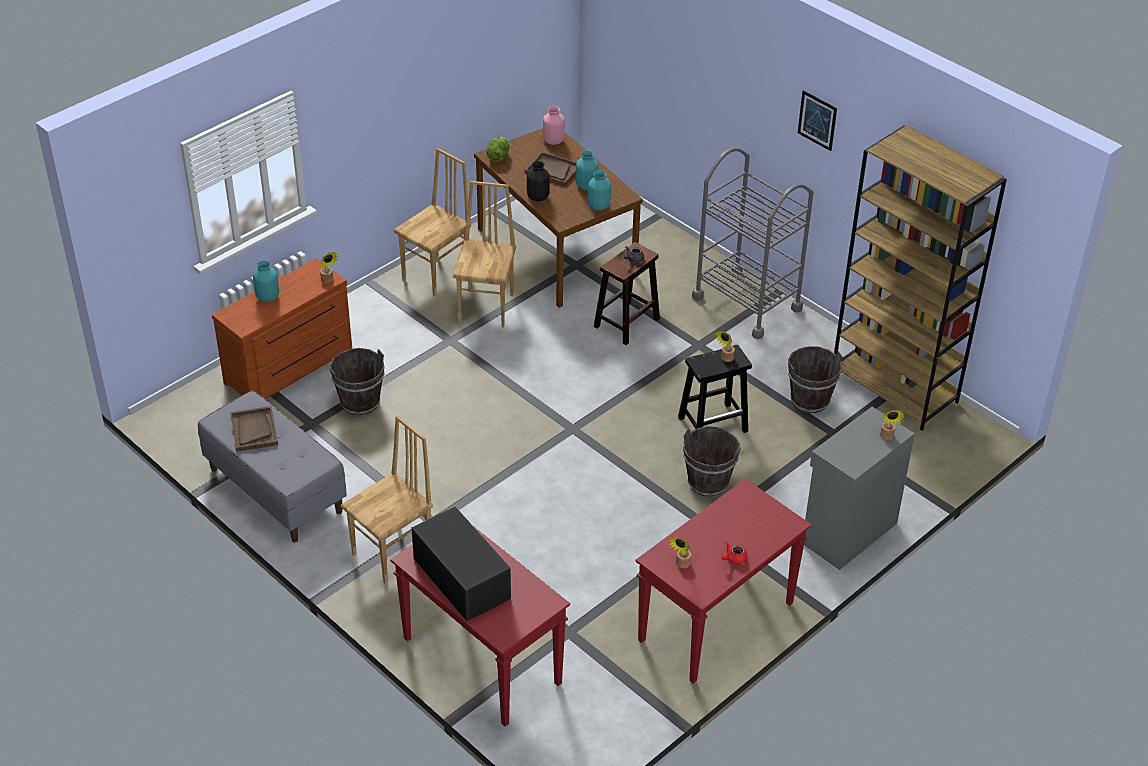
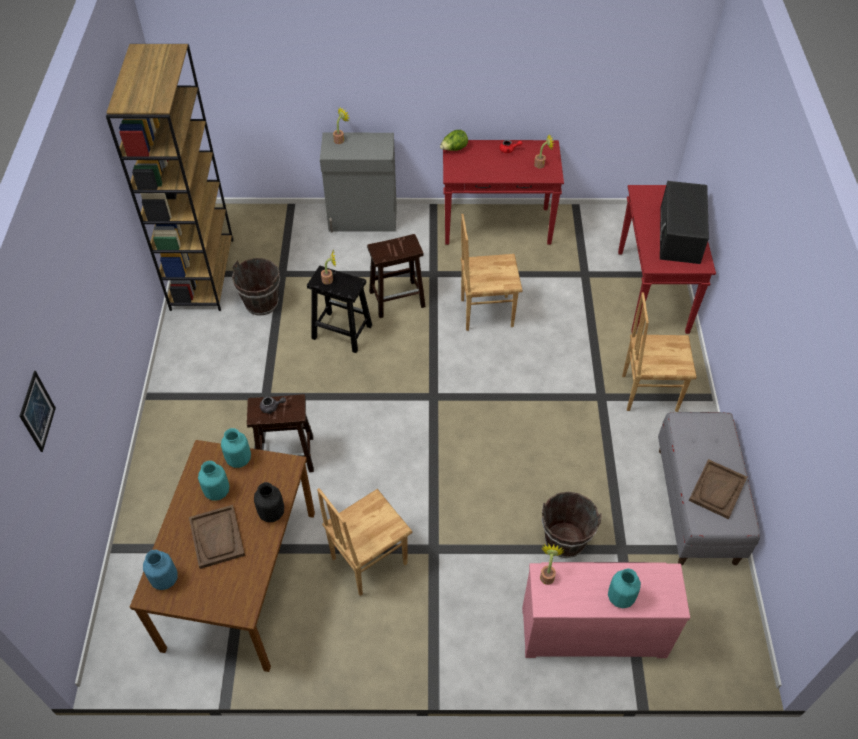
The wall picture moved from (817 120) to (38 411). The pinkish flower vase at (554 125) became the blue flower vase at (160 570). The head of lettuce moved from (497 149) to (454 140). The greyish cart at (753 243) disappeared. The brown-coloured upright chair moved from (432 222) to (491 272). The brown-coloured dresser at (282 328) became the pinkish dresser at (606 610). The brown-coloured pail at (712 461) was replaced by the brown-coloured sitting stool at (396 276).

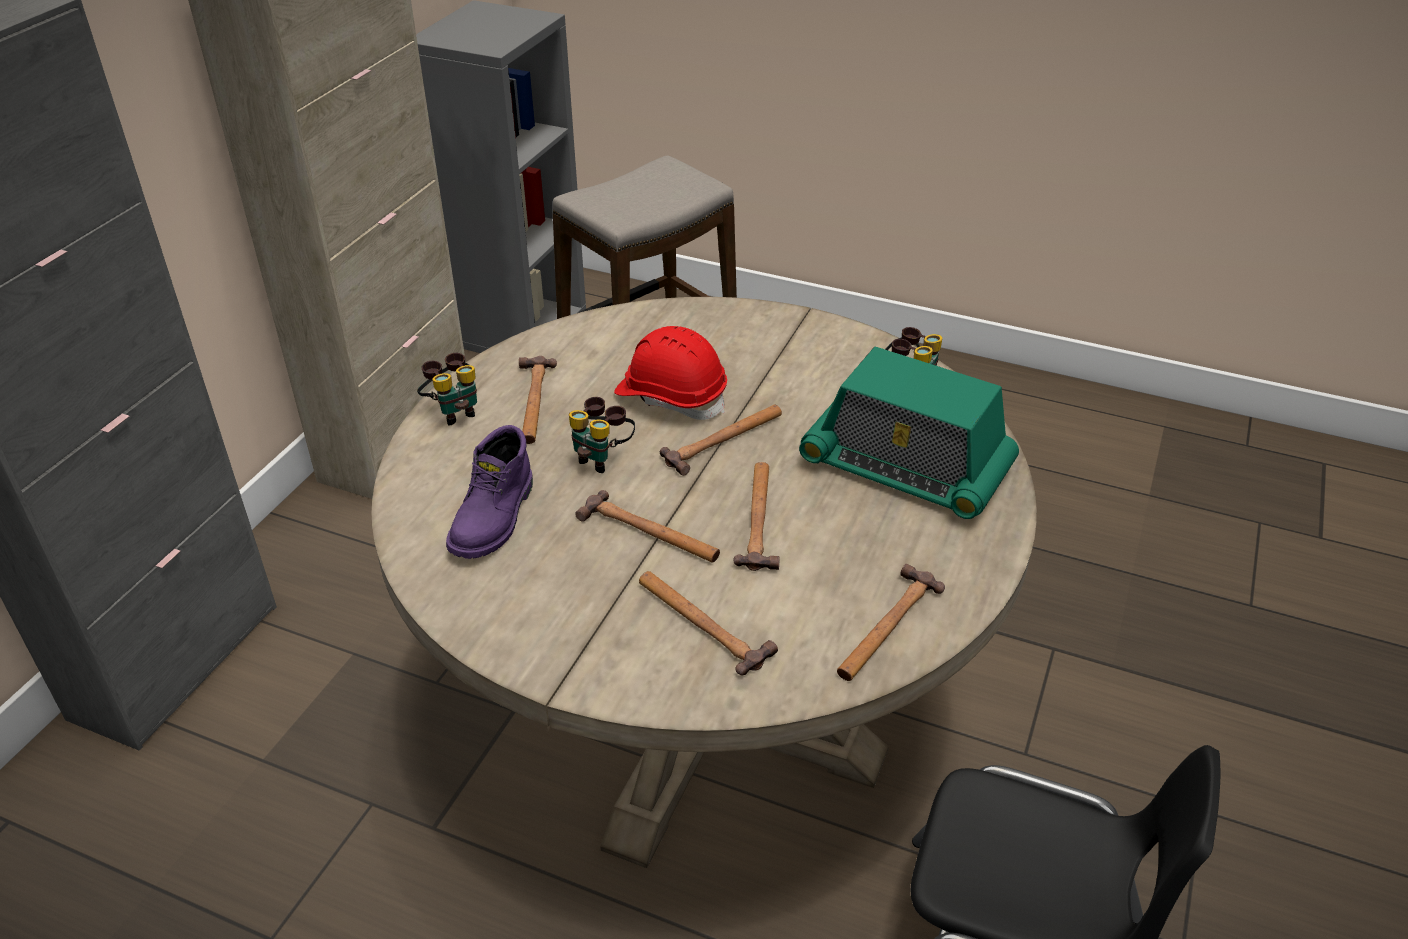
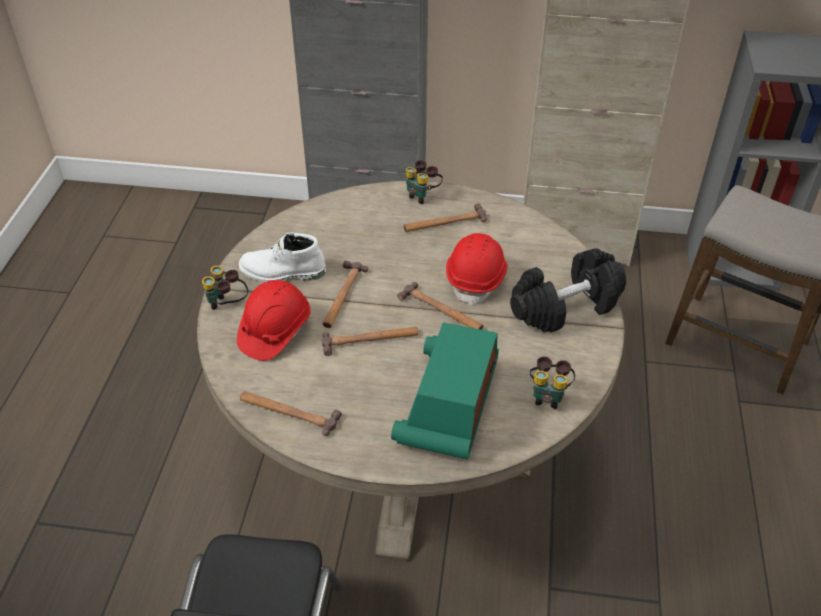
The field glasses moved from (602 435) to (225 287). The purplish tall boot at (489 492) disappeared. The tool hammer at (708 623) was replaced by the reddish work helmet at (274 320). The white-coloured tall boot at (282 257) appeared. The black-coloured free weight at (568 290) appeared.

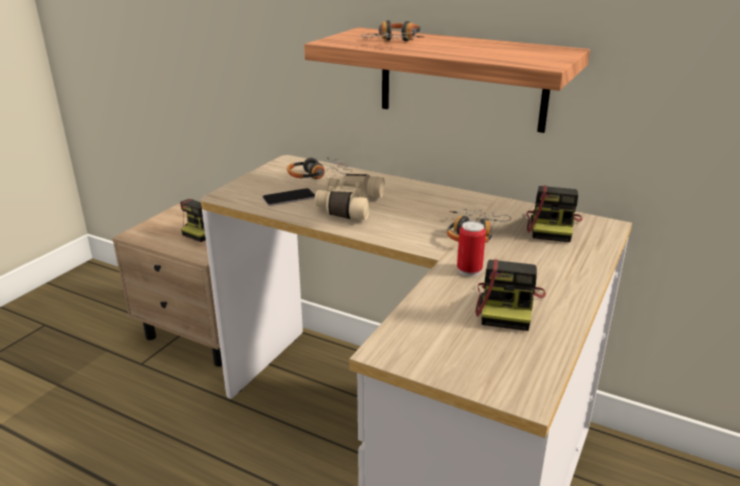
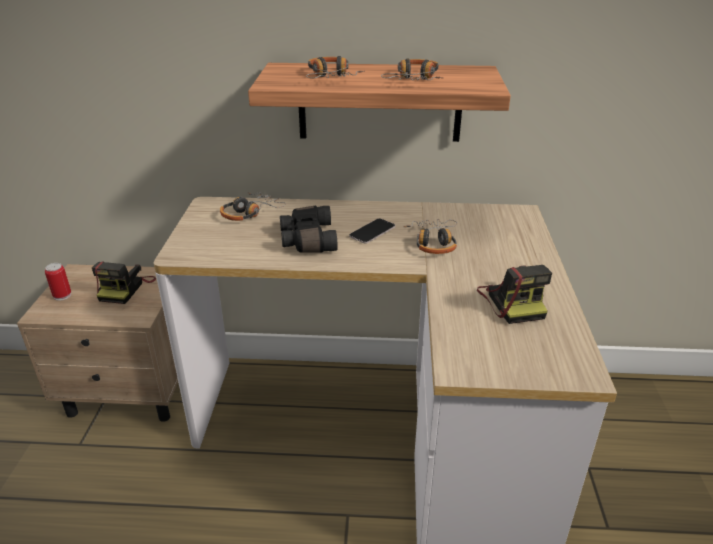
The beige-coloured field glasses at (350 197) became the black-coloured field glasses at (309 229). The still camera at (554 214) disappeared. The phone moved from (288 197) to (372 231). The metal can moved from (471 249) to (58 282). The headset at (412 69) appeared.

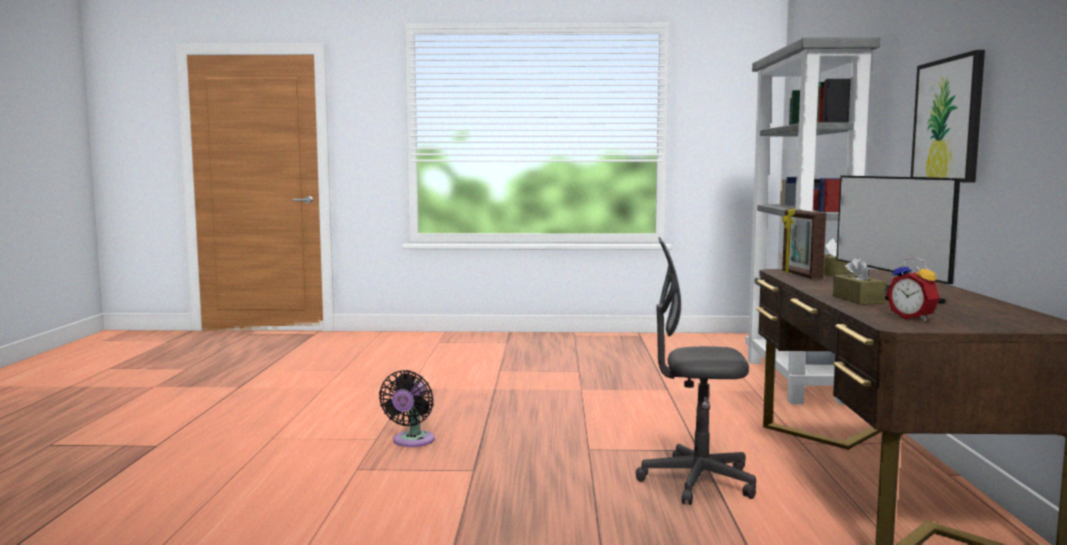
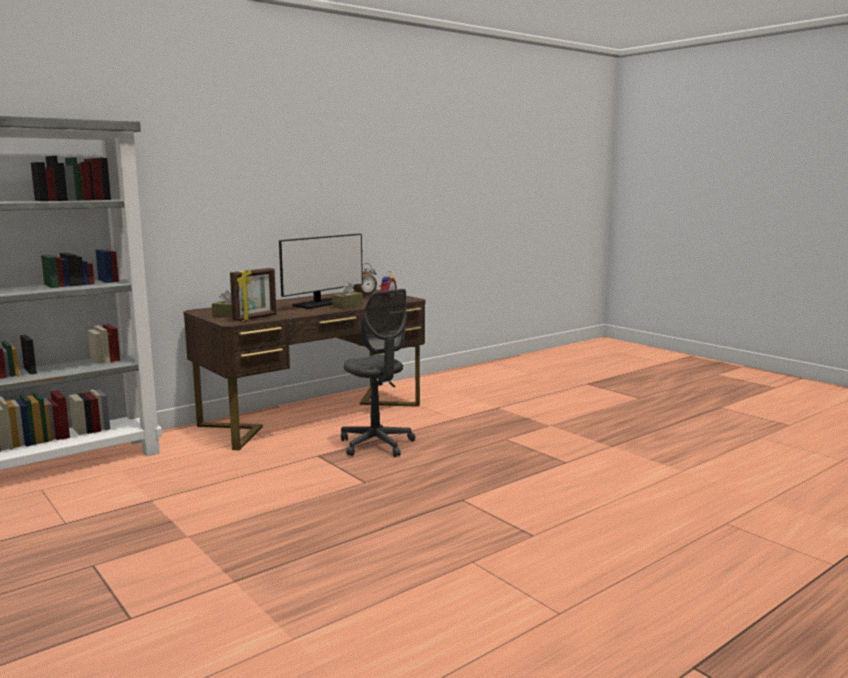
The wall picture at (948 116) disappeared. The black-coloured fan at (407 408) disappeared. The bedside clock at (365 279) appeared.

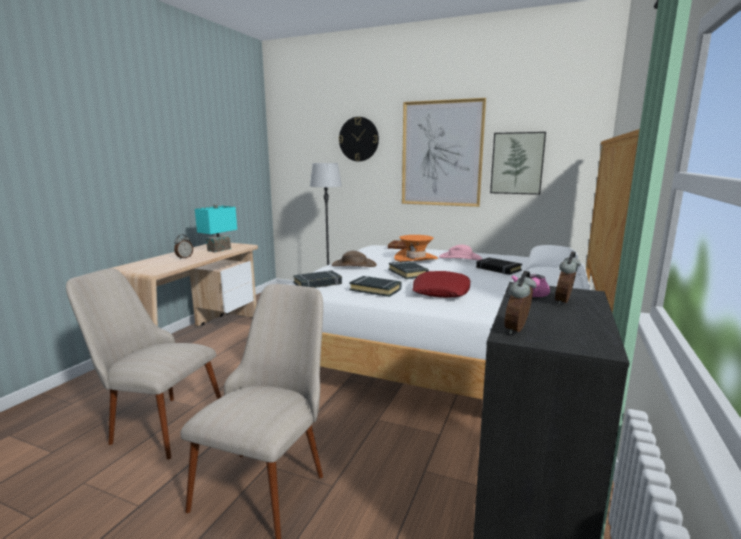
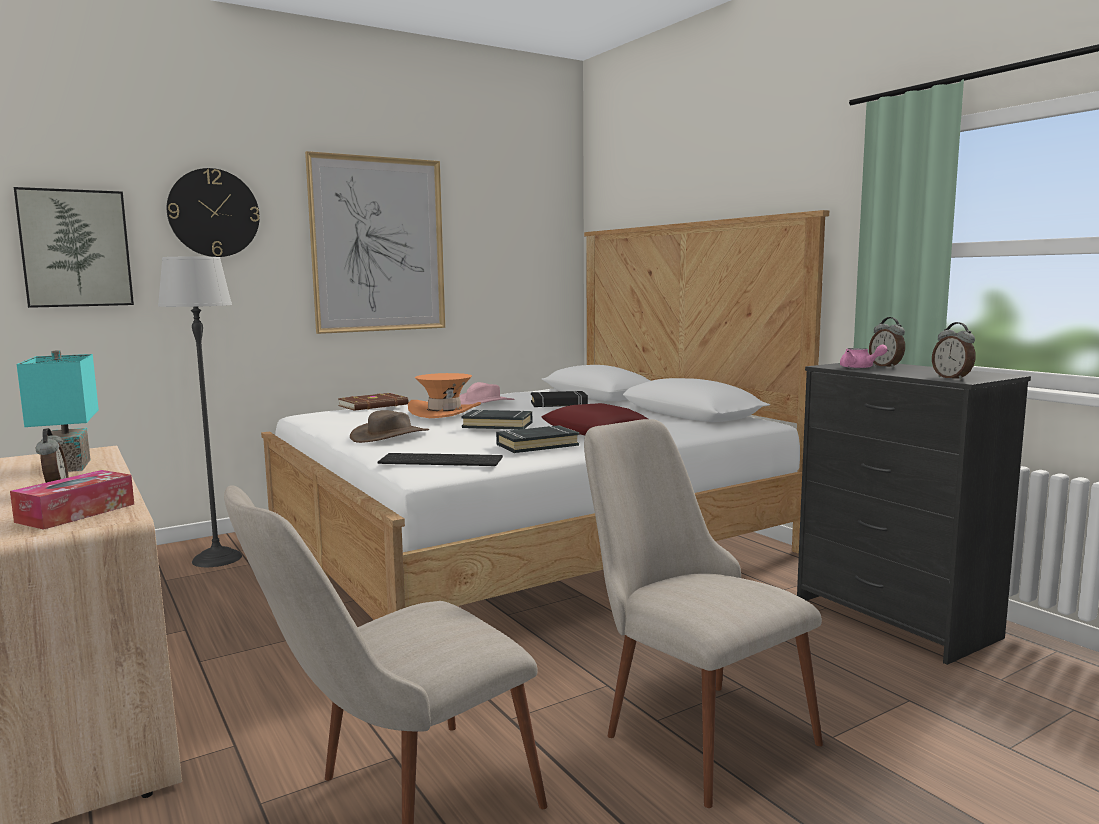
The wall picture moved from (518 163) to (74 247). The black-coloured book at (317 279) was replaced by the keyboard at (440 459). The tissue box at (72 500) appeared.

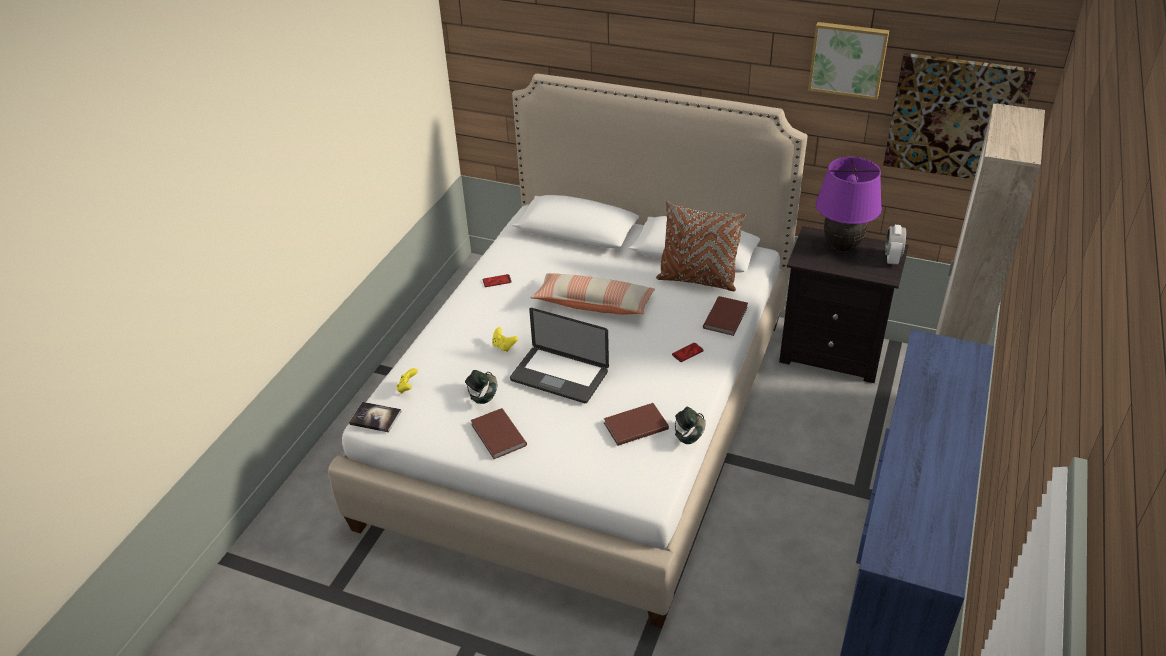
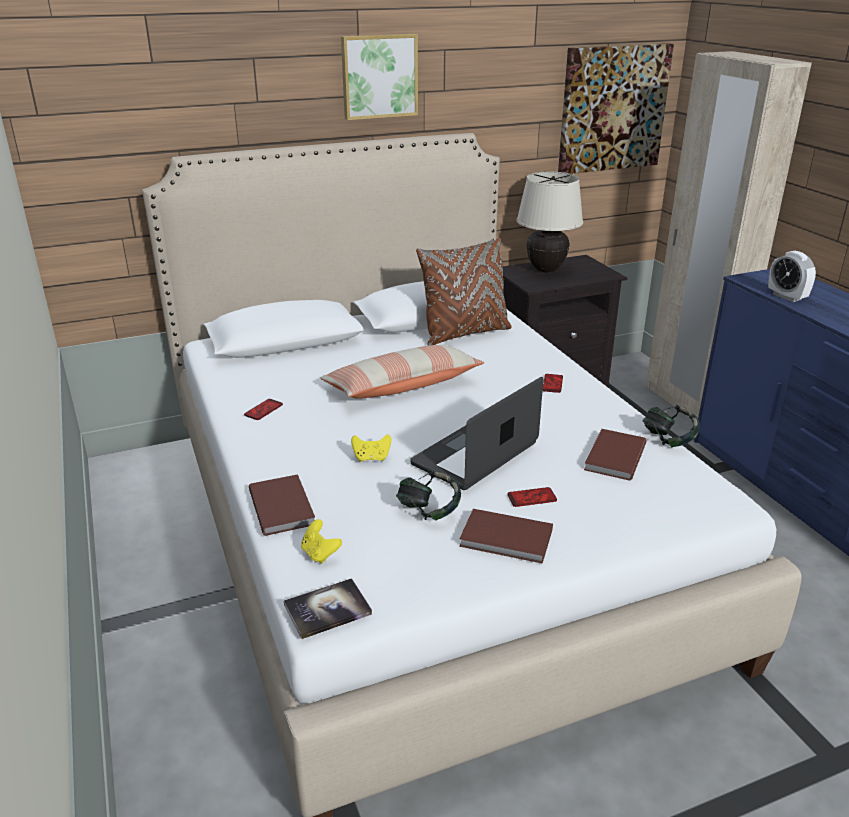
The wall picture moved from (848 61) to (379 77). The purplish lamp for a table at (849 204) became the beige-coloured lamp for a table at (549 222). The bedside clock moved from (895 245) to (792 276). The brown-coloured book moved from (725 316) to (282 505). The laptop at (559 355) turned 150 degrees clockwise. The phone at (532 497) appeared.

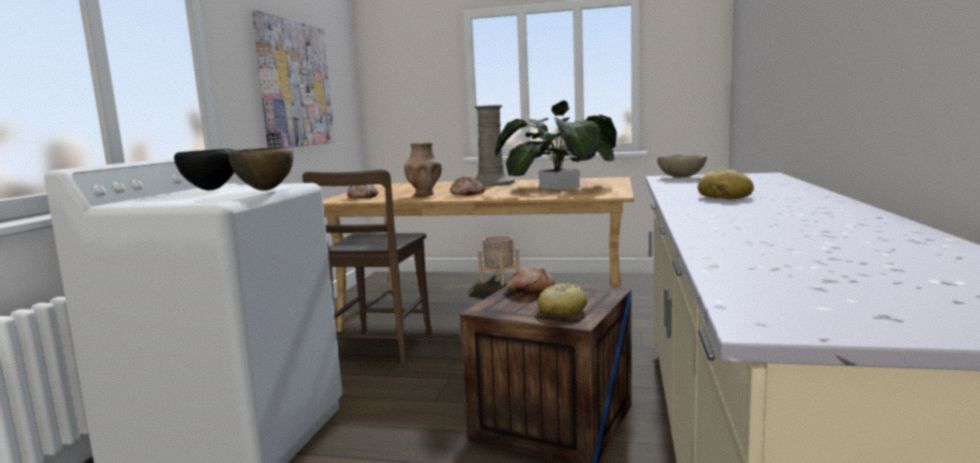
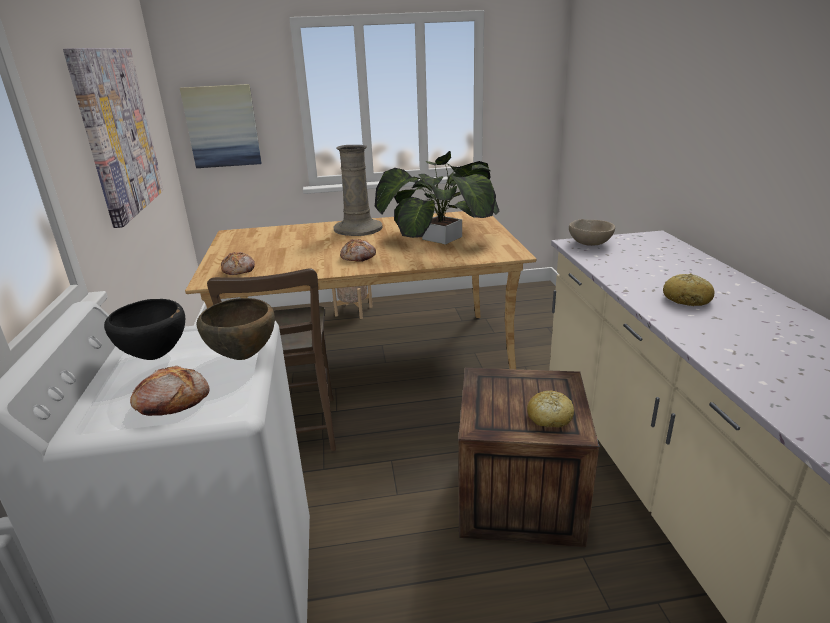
The brown-coloured flower vase at (423 169) disappeared. The bread moved from (530 280) to (170 391). The wall picture at (221 126) appeared.

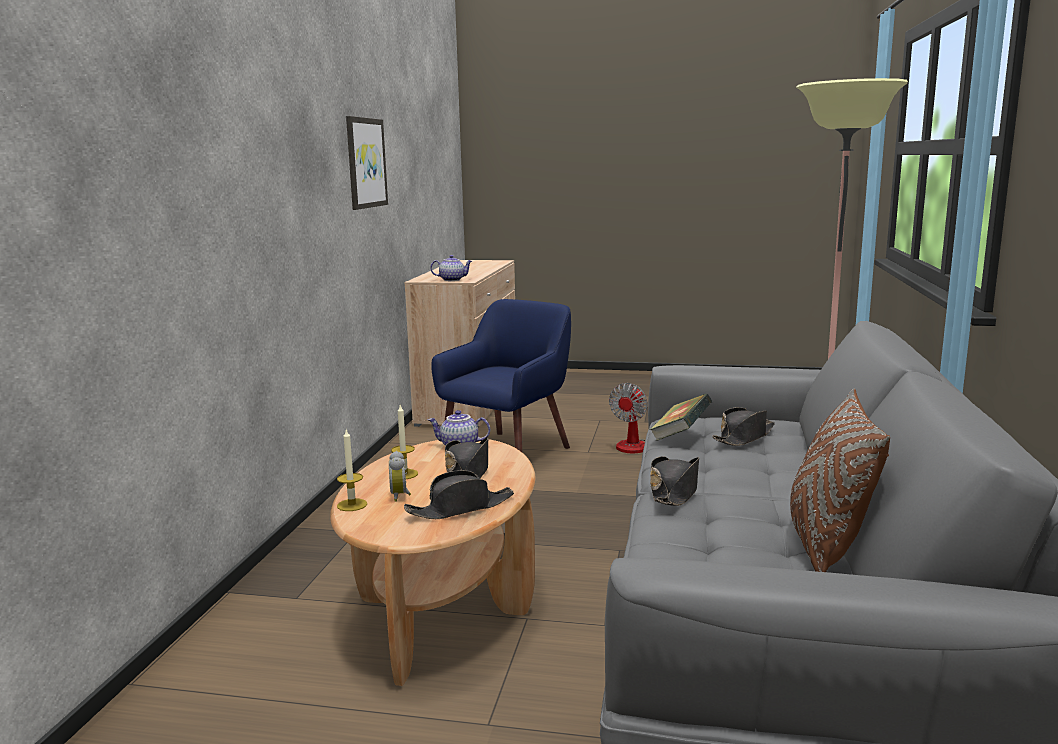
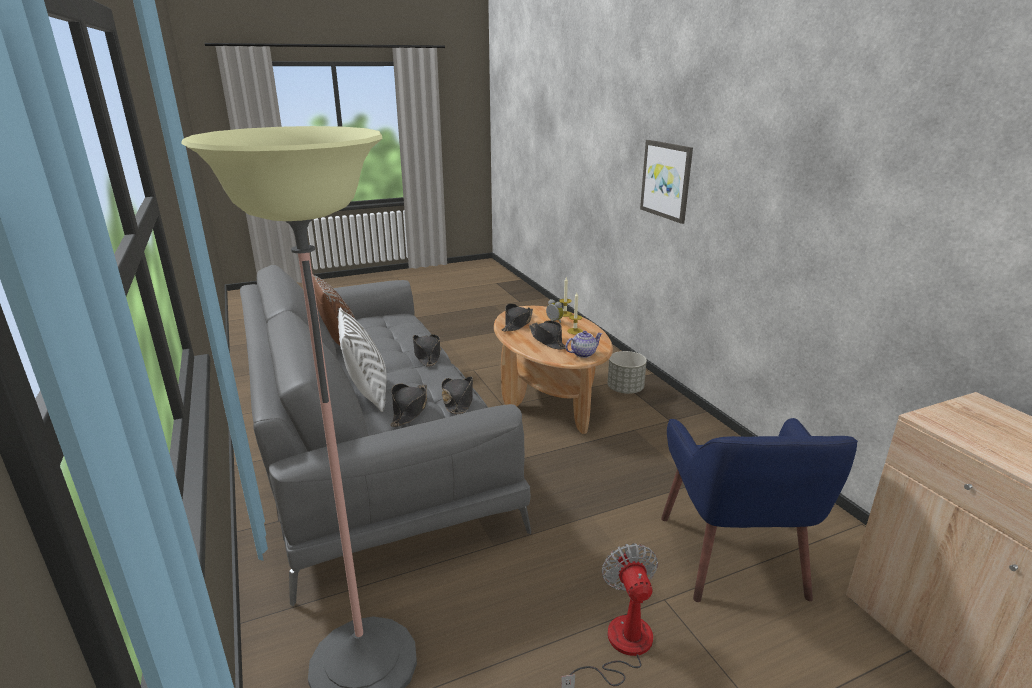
The wall picture moved from (367 163) to (666 182). The pot for tea at (451 268) disappeared. The book at (681 417) was replaced by the black-coloured clothing hat at (457 395). The white-coloured pillow at (362 359) appeared. The greyish flower pot at (627 372) appeared.

